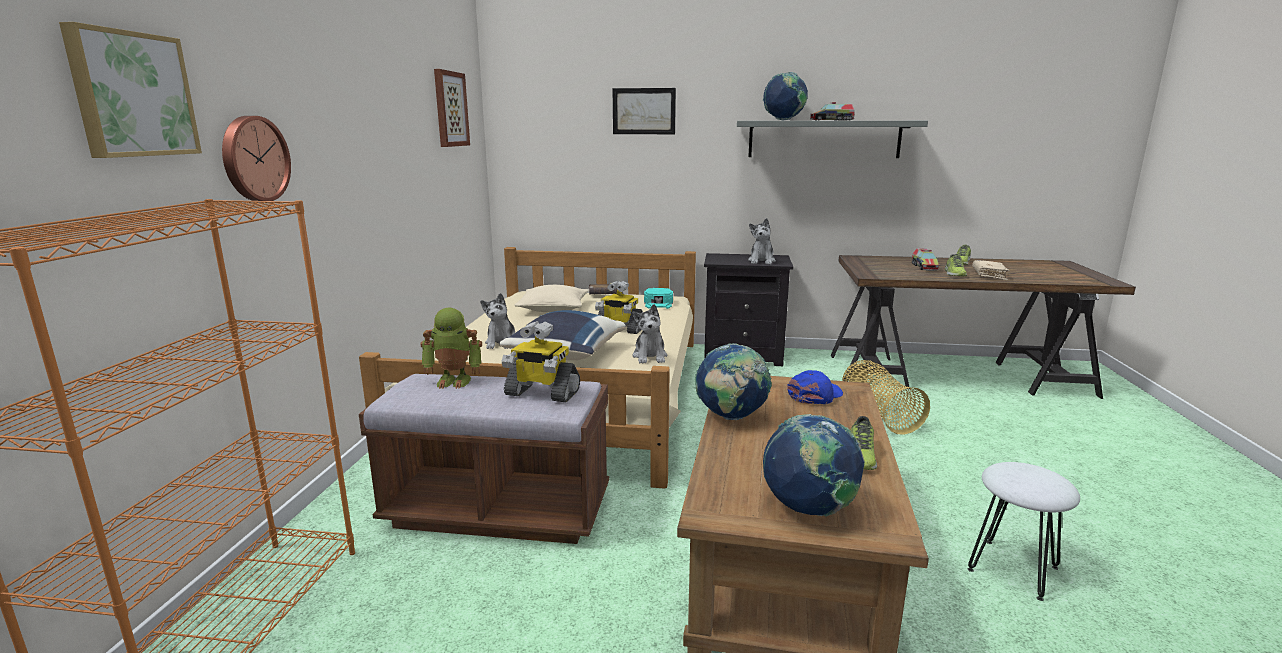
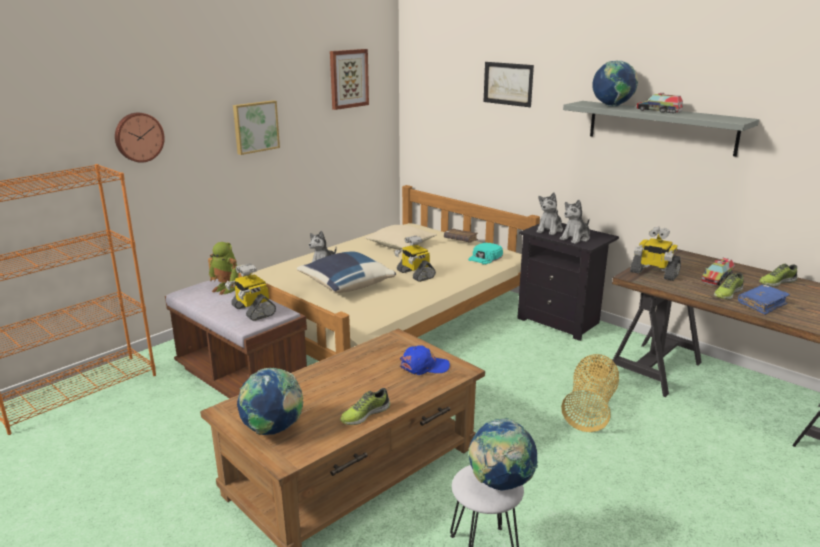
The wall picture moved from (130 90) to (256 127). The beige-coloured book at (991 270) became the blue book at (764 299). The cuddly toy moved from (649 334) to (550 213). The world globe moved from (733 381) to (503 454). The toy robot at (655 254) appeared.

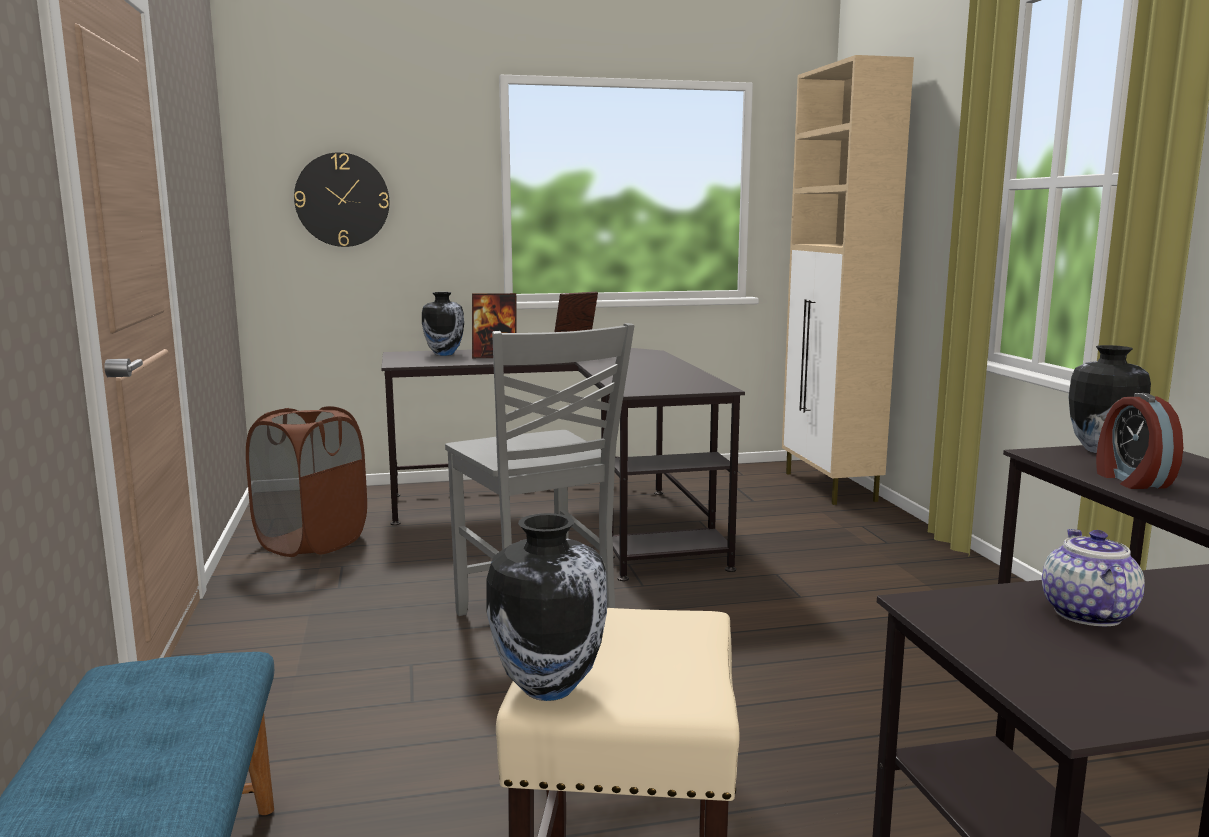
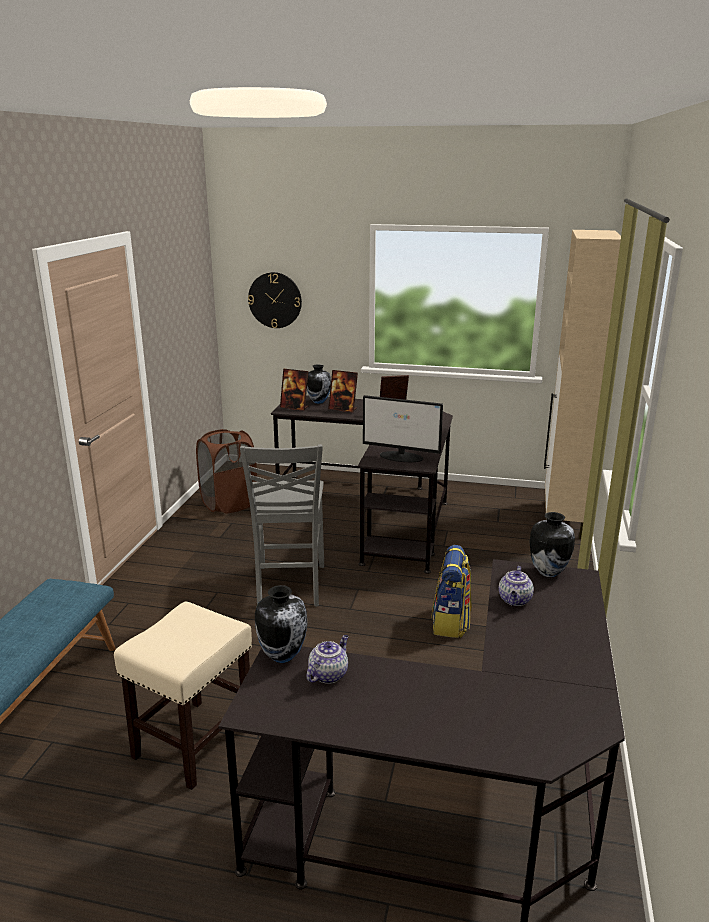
The bedside clock at (1139 441) was replaced by the pot for tea at (516 586). The flower vase moved from (546 607) to (281 624). The photo frame at (294 390) appeared. The monitor at (403 428) appeared. The backpack at (451 591) appeared.

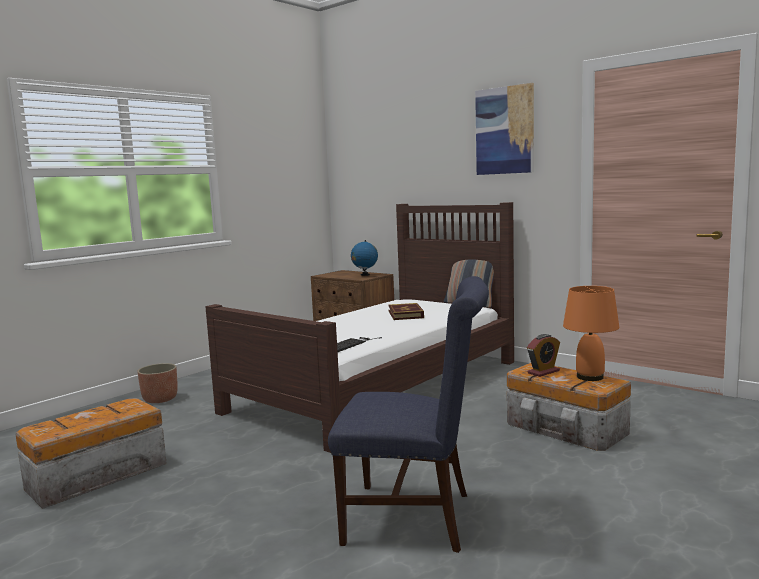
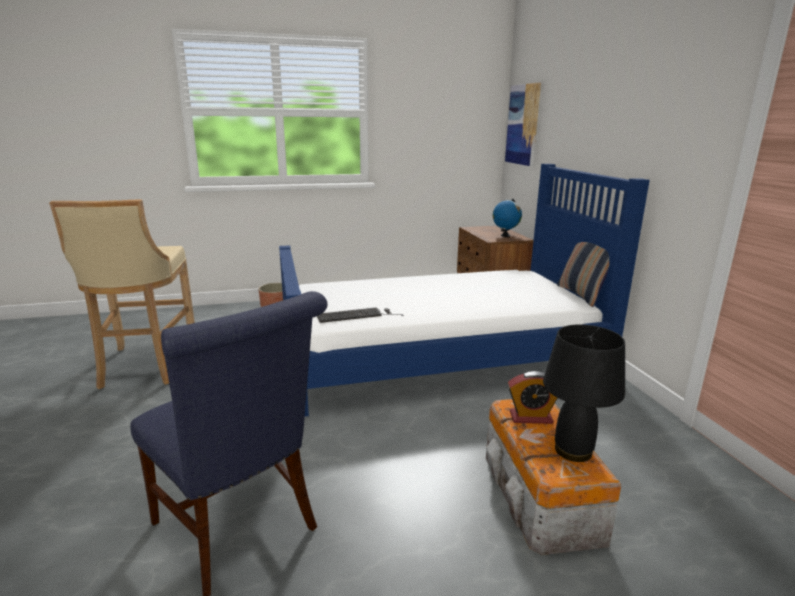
The wall picture moved from (504 129) to (523 124). The brown-coloured bed at (359 327) became the blue bed at (464 290). The orange lamp for a table at (591 333) became the black-coloured lamp for a table at (584 393). The book at (406 311) disappeared. The storage box at (91 453) was replaced by the beige-coloured sitting stool at (122 294).

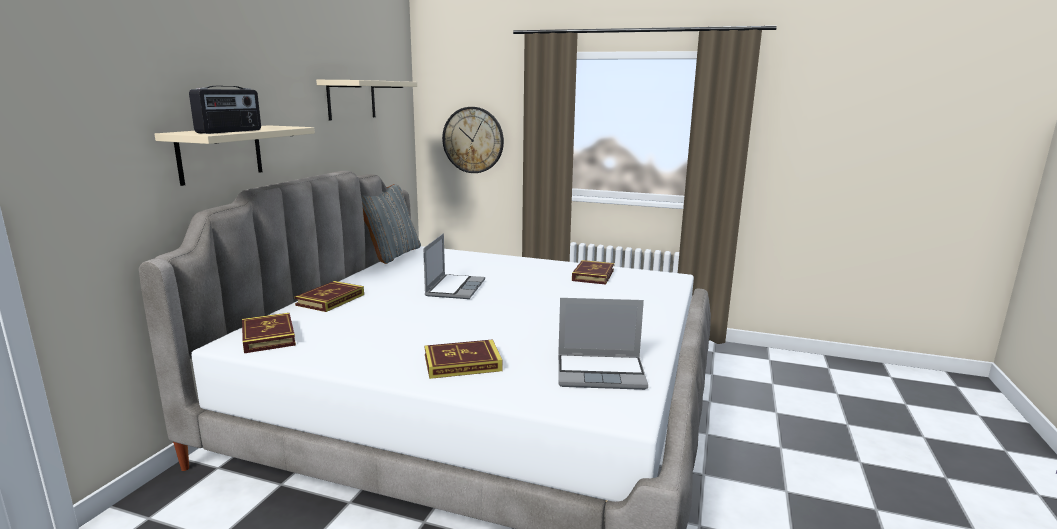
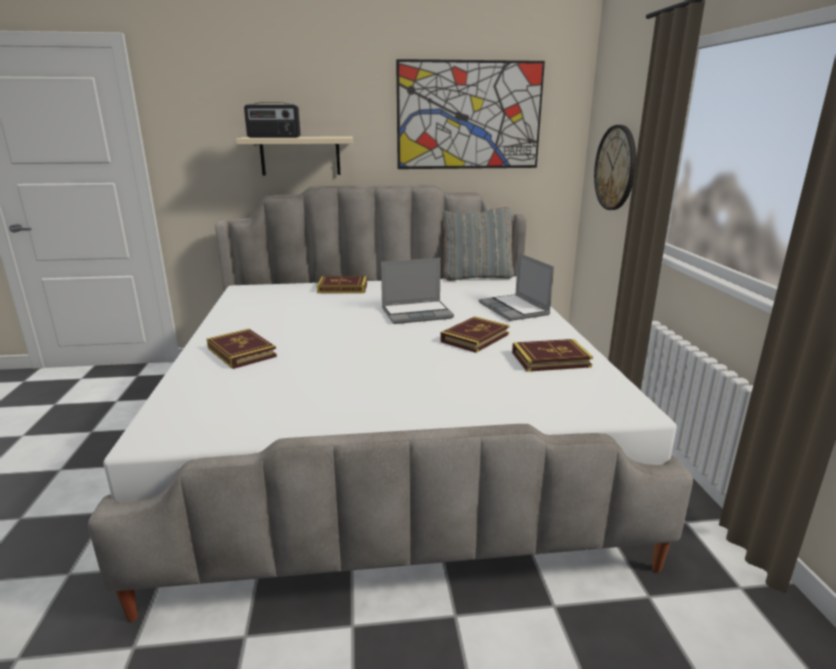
The beige-coloured bracket shelf at (366 100) was replaced by the wall picture at (470 114). The laptop moved from (603 344) to (516 287). The book moved from (269 333) to (475 335).

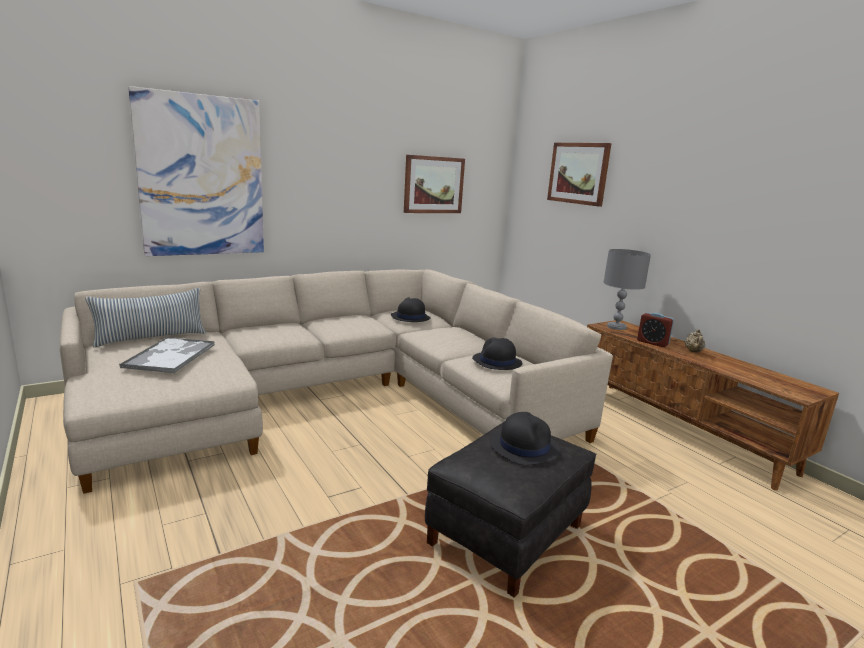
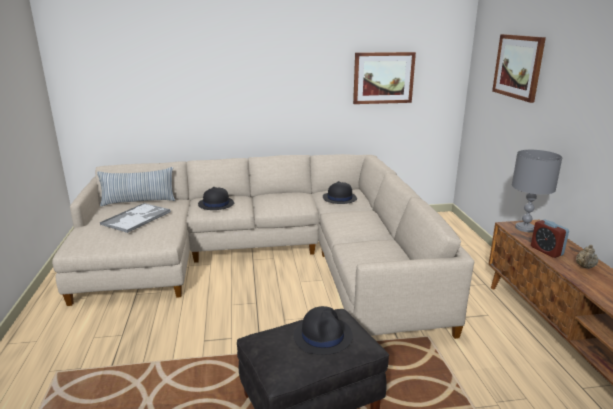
The wall picture at (196 171) disappeared. The black-coloured clothing hat moved from (497 354) to (216 198).

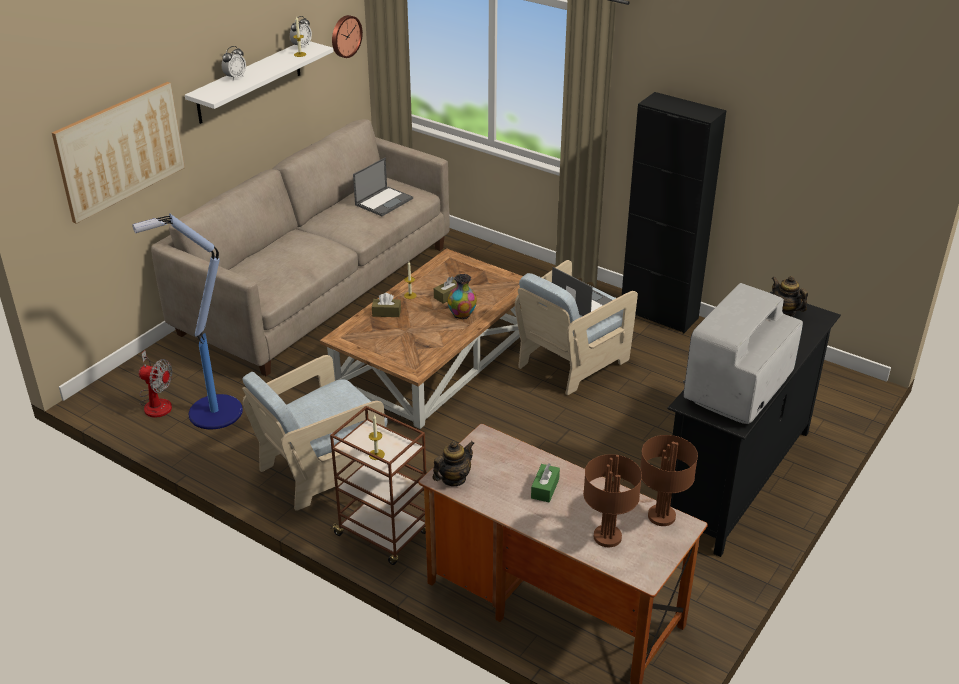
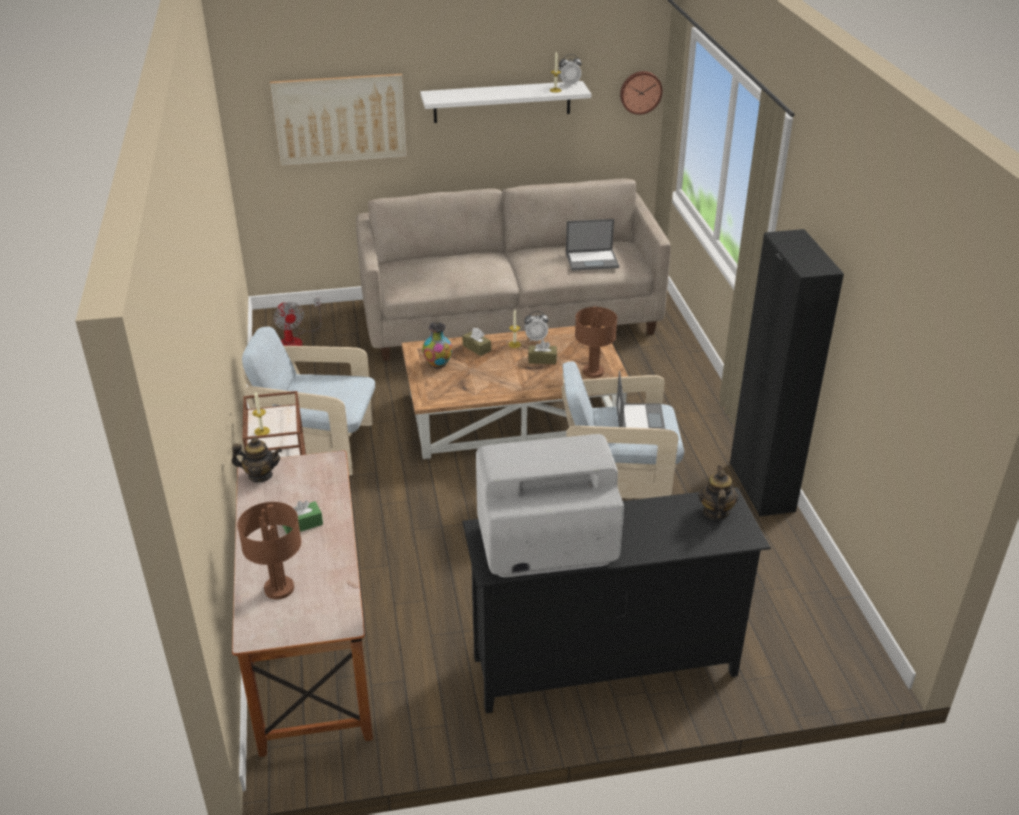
The bedside clock moved from (234 63) to (536 326). The standard lamp at (187 321) disappeared. The flower vase moved from (462 296) to (437 345). The brown-coloured lamp for a table moved from (669 480) to (596 342).

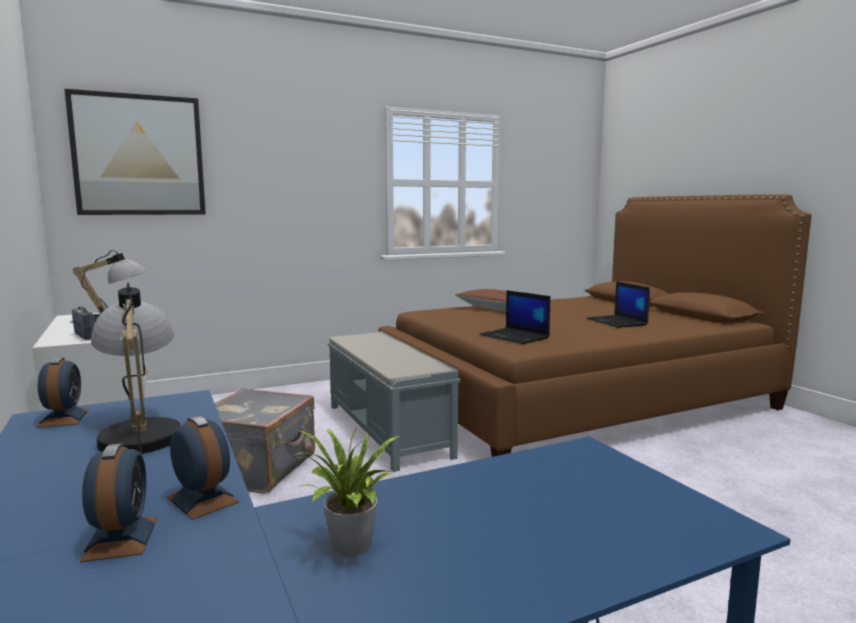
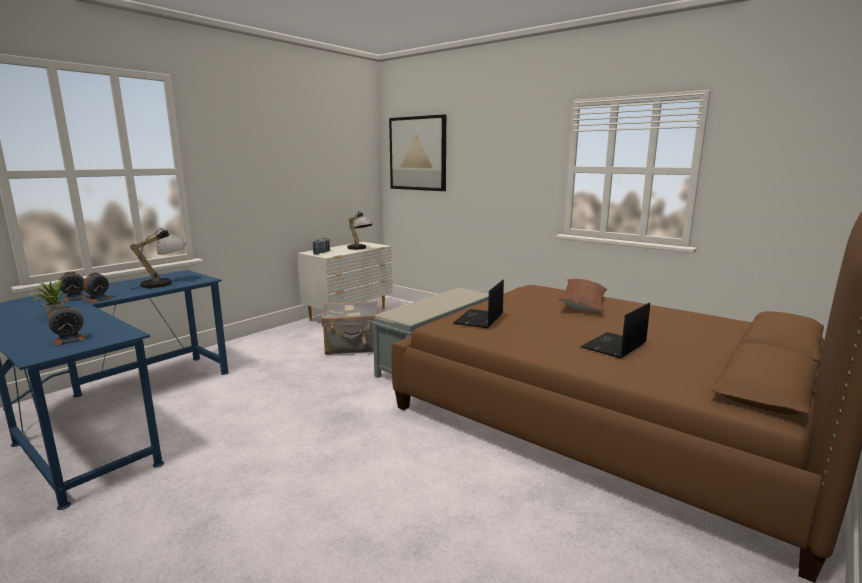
The bedside clock moved from (62 392) to (67 326).

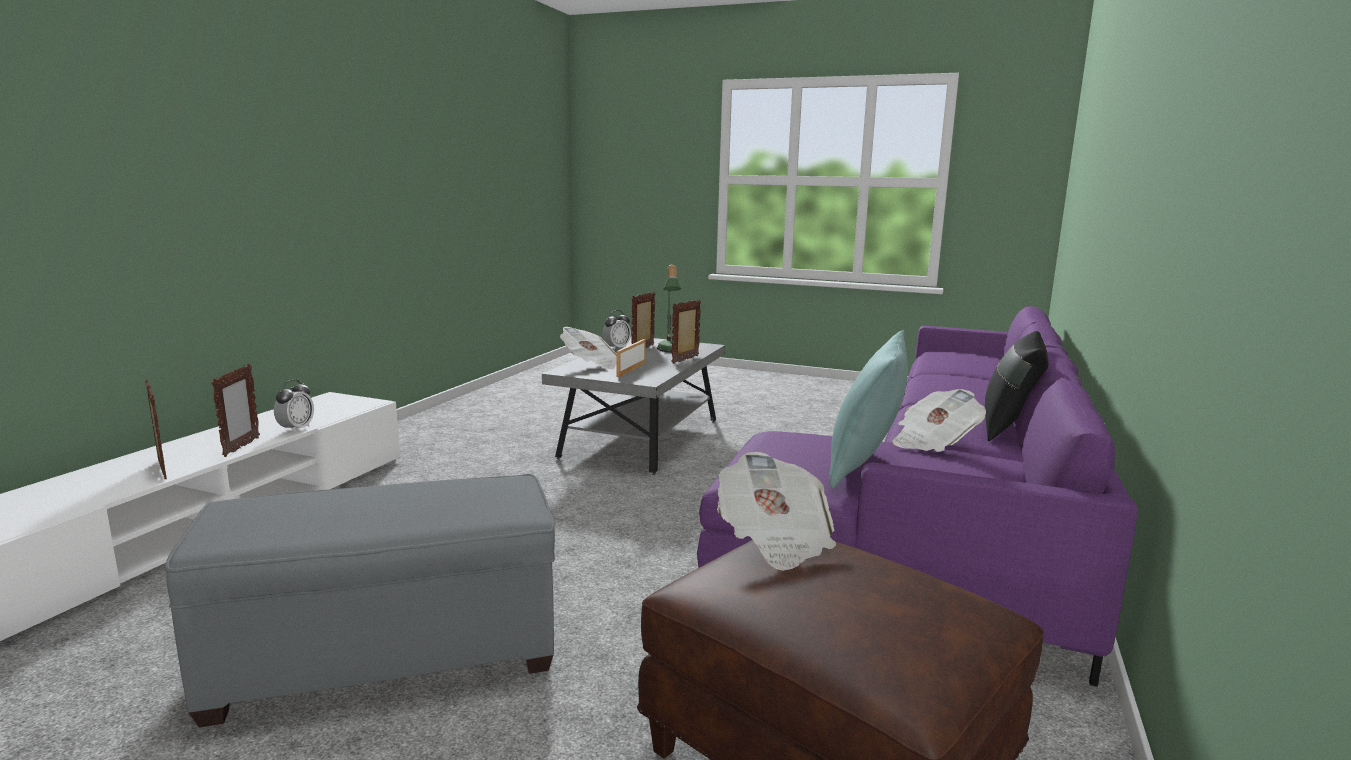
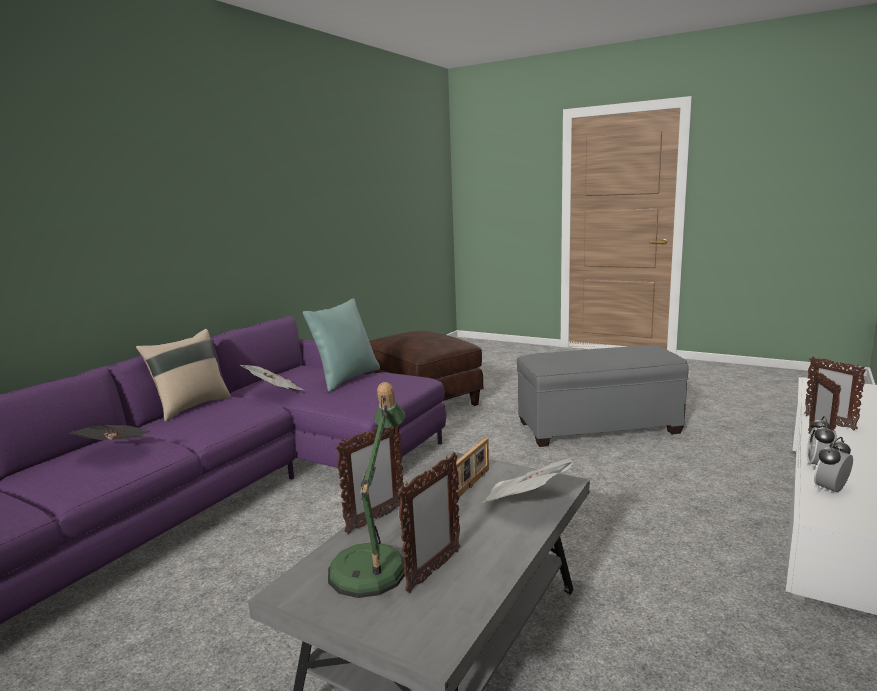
The bedside clock moved from (616 330) to (833 465). The black-coloured pillow at (1017 386) became the beige-coloured pillow at (183 375). The newspaper moved from (776 511) to (109 432).

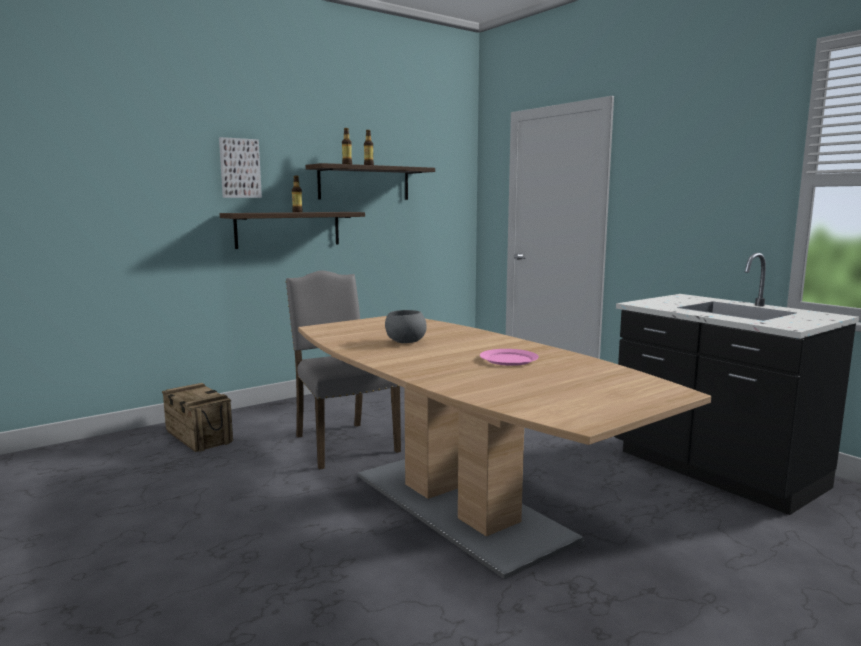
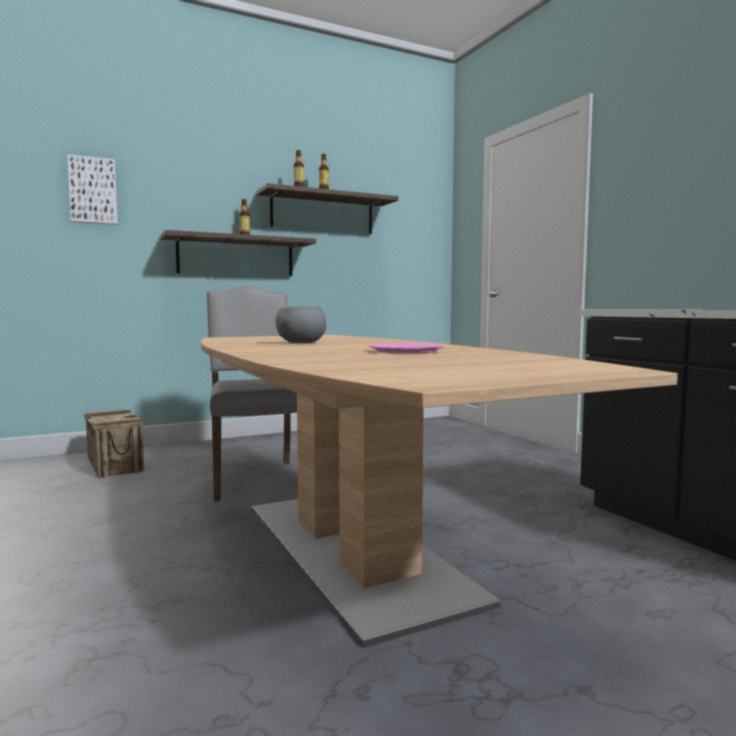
The wall picture moved from (240 167) to (92 189).

